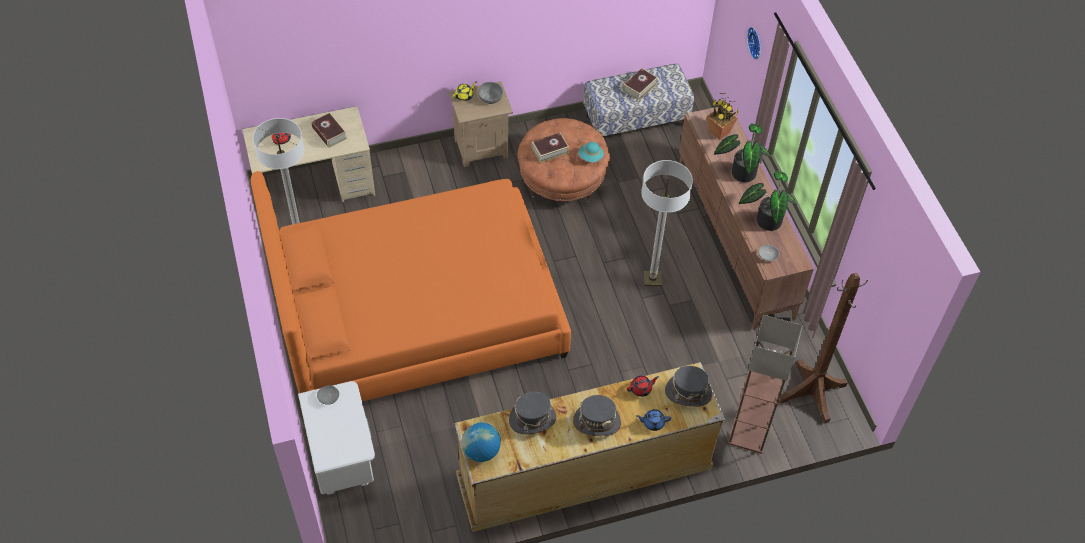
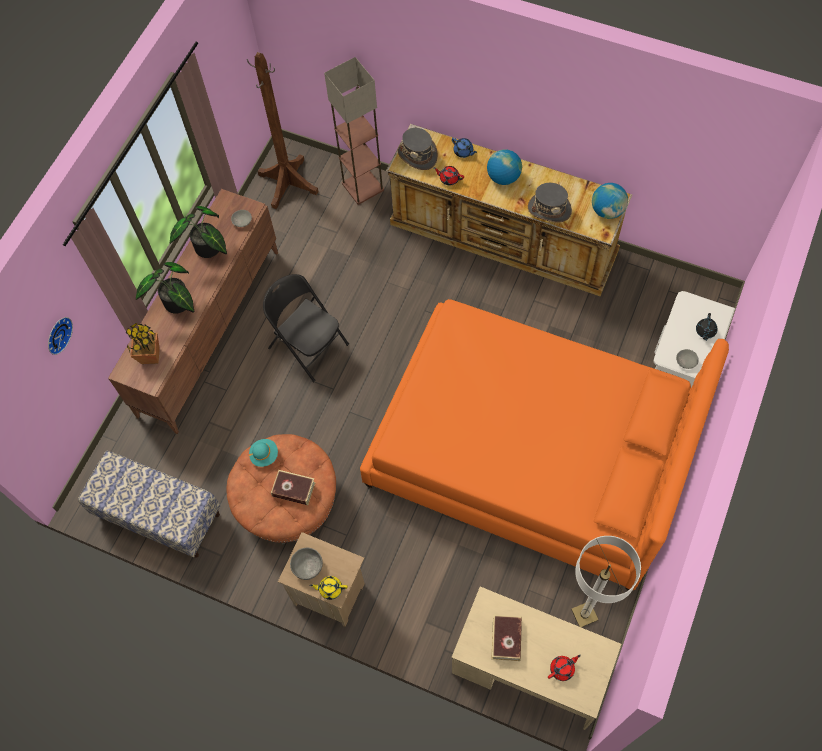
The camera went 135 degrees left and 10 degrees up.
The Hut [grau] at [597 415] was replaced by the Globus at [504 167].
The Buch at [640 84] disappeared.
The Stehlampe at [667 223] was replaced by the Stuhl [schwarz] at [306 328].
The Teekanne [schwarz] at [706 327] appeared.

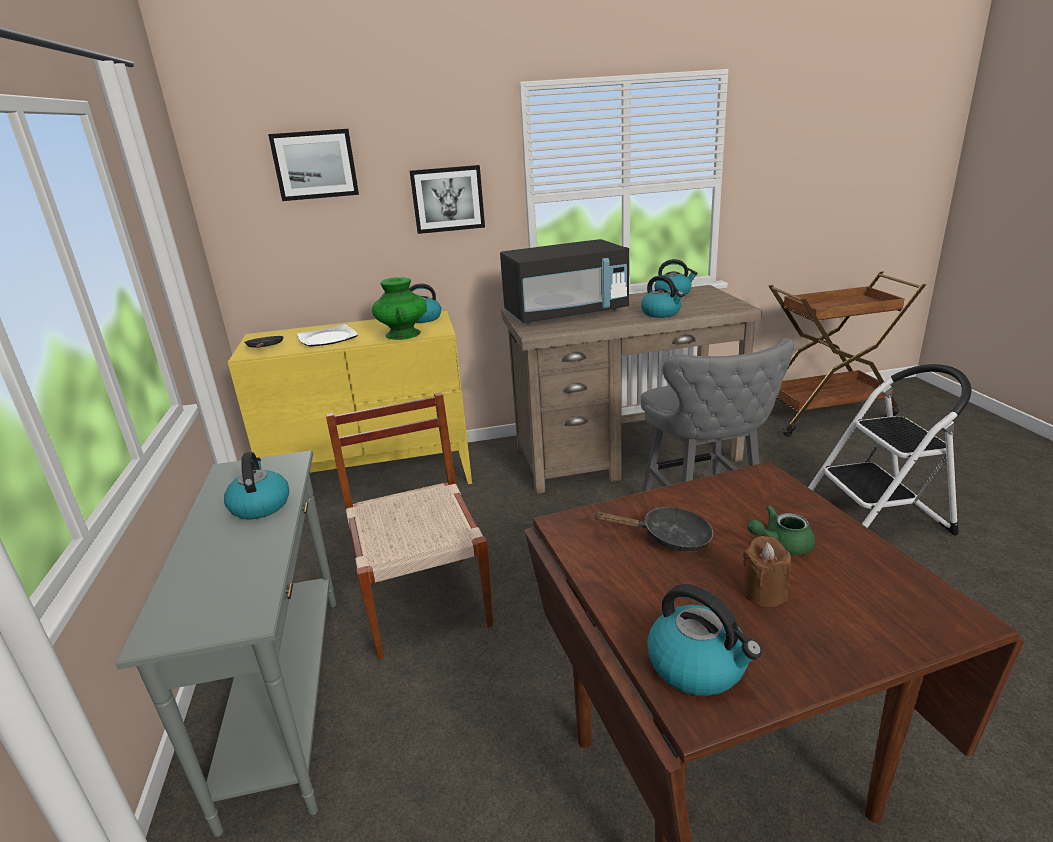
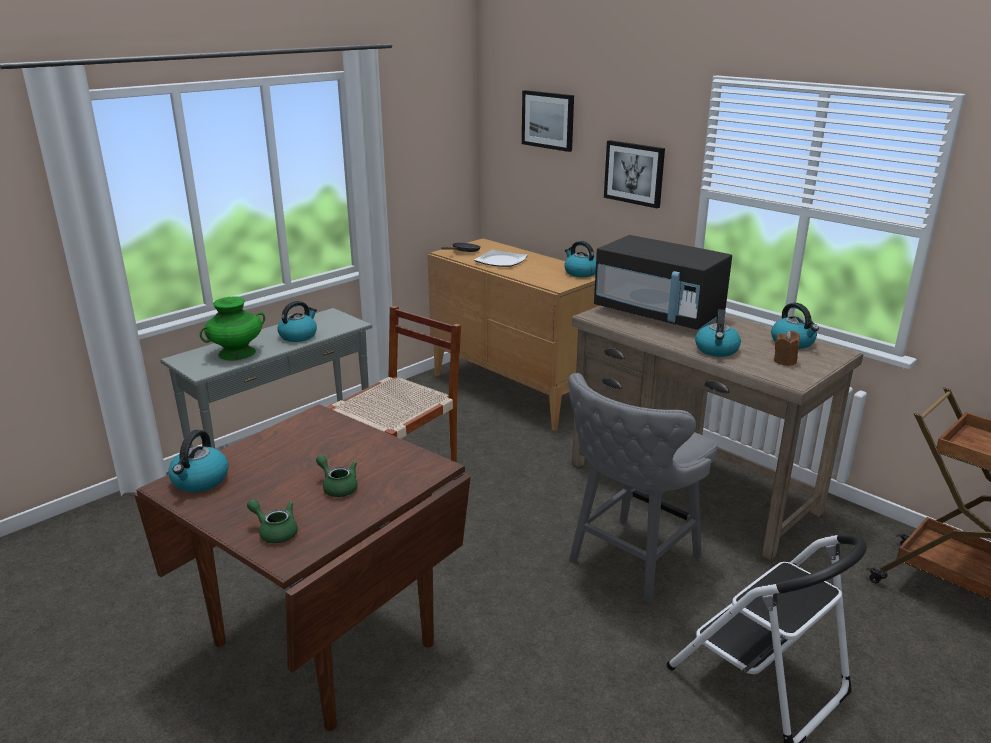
The camera went 55 degrees right and 0 degrees up.
The Schrank [gelb] at [350 397] became the Schrank [braun] at [513 334].
The Vase [grün] moved from [399 308] to [232 328].
The Pfanne [schwarz] at [653 529] disappeared.
The Kerze [braun] moved from [767 571] to [787 348].
The Teekanne [grün] at [272 521] appeared.

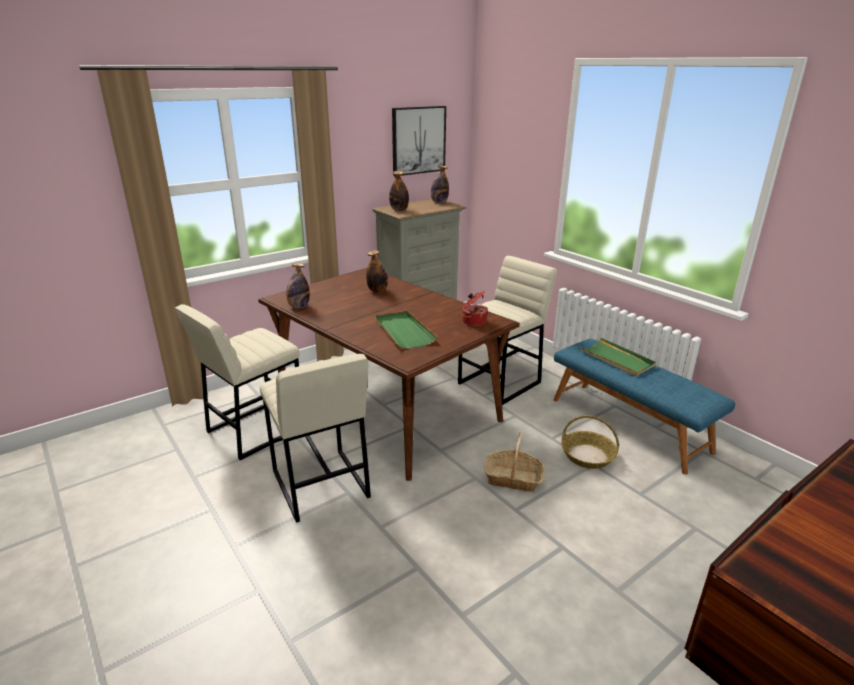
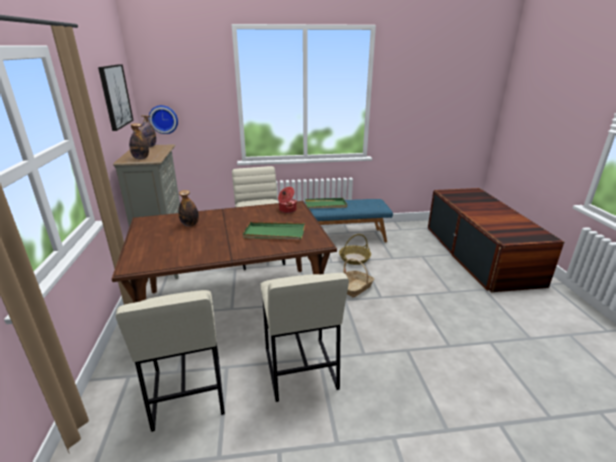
The camera went 60 degrees left and 0 degrees up.
The Stuhl [beige] at [315 438] turned 75 degrees clockwise.
The Flasche at [298 285] disappeared.
The Wanduhr at [163 119] appeared.

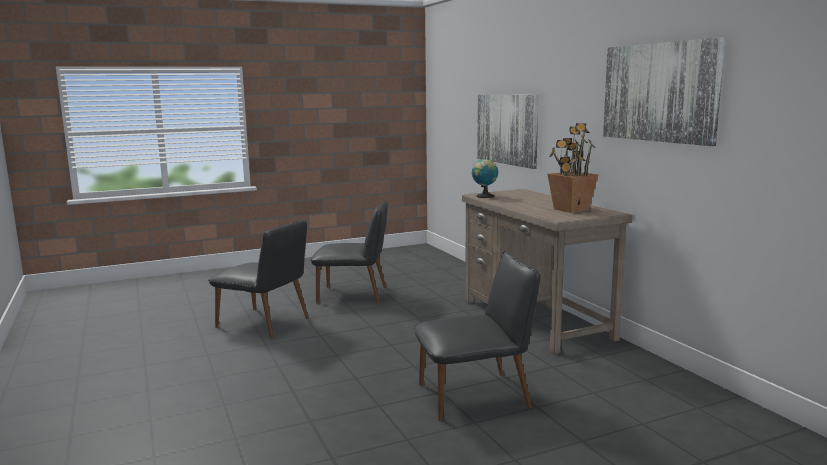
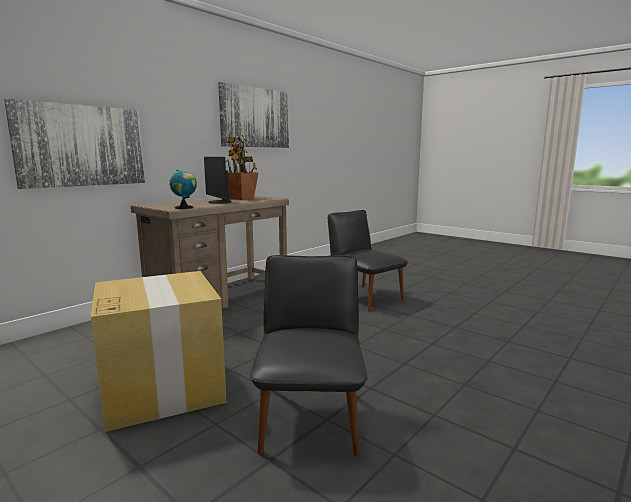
The camera went 115 degrees left and 0 degrees up.
The Stuhl [schwarz] at [349 252] was replaced by the Karton at [159 351].
The Monitor at [217 180] appeared.

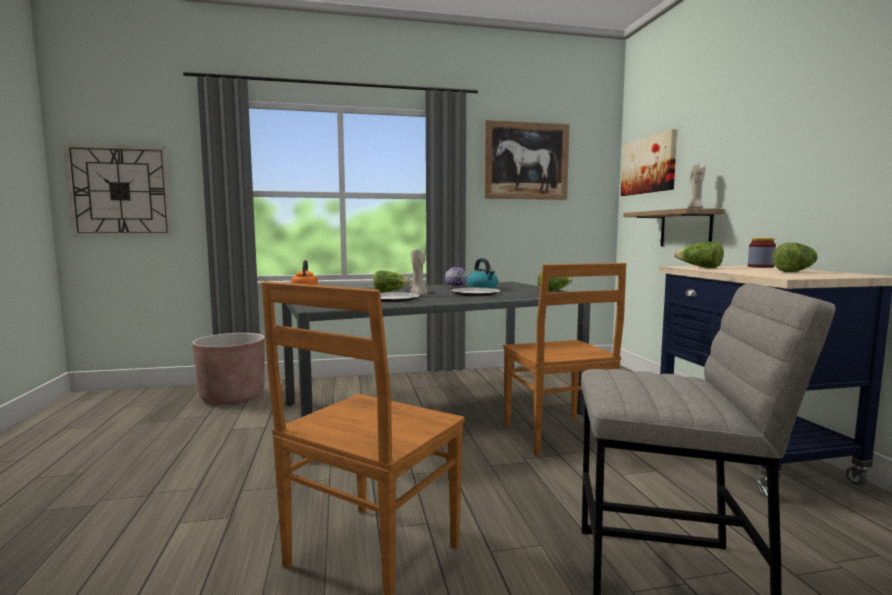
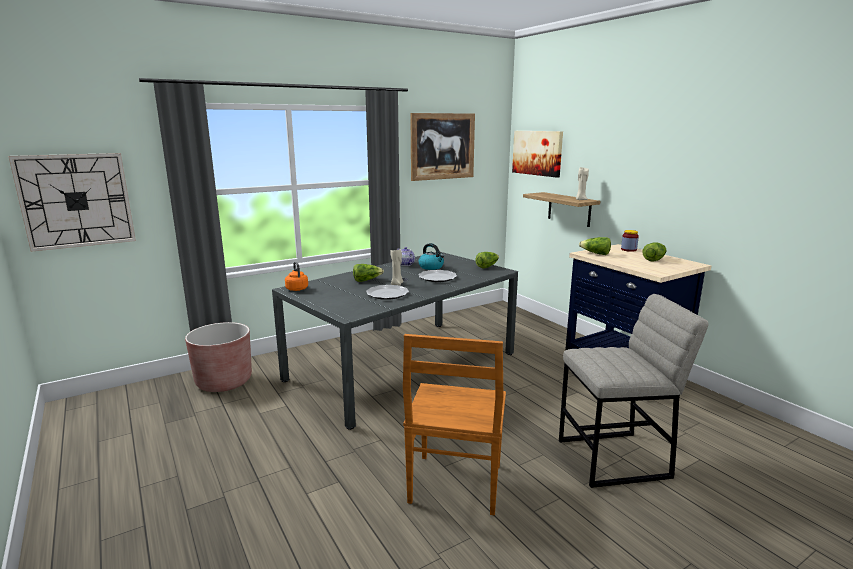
The camera went 20 degrees left and 10 degrees up.
The Stuhl [braun] at [564 359] disappeared.

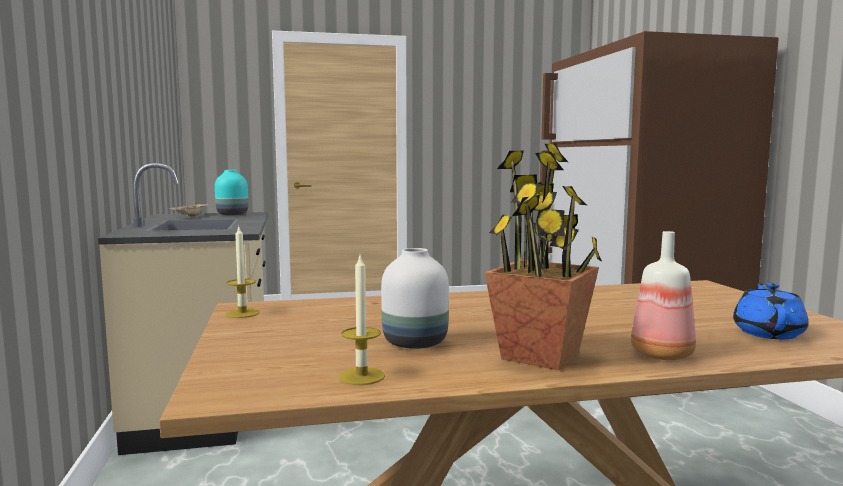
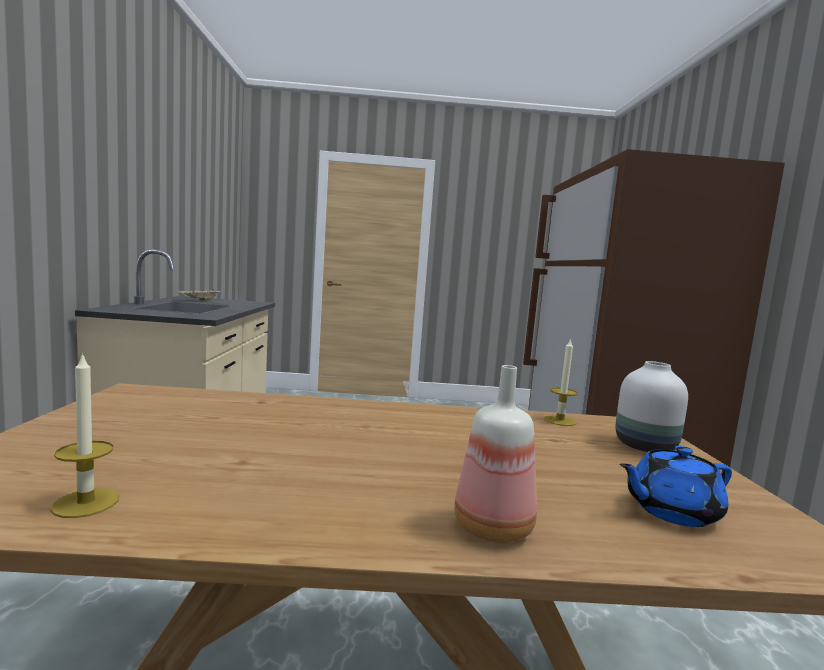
The camera went 10 degrees right and 0 degrees up.
The Vase [türkis] at [231 192] disappeared.
The Kerze moved from [242 272] to [561 382].
The Vase [weiß] moved from [415 298] to [652 406].
The Topfpflanze at [543 256] disappeared.
The Teekanne [blau] at [770 311] turned 135 degrees counterclockwise.

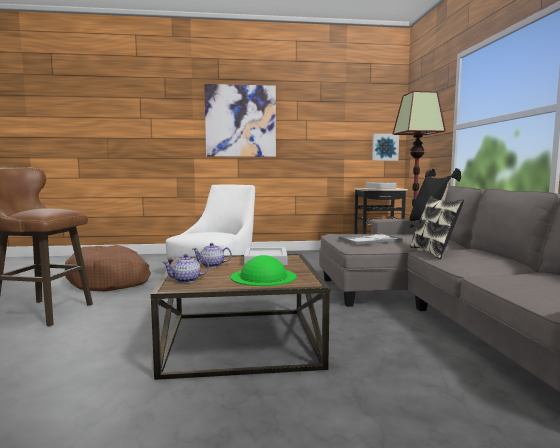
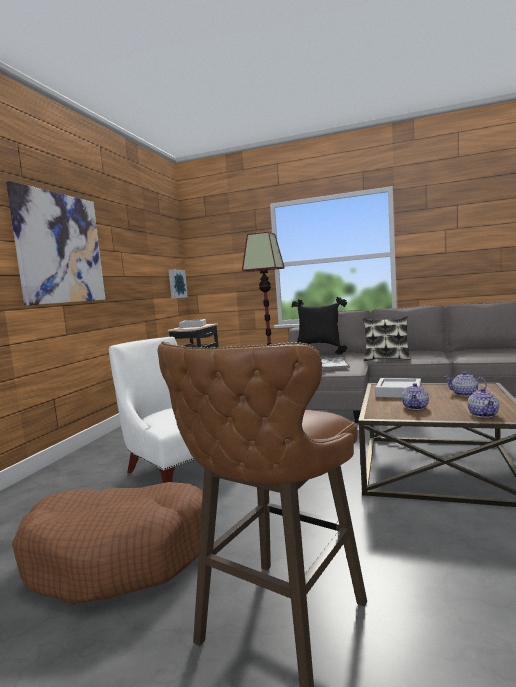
The camera went 65 degrees left and 0 degrees up.
The Hut [grün] at [263 270] was replaced by the Teekanne at [465 384].

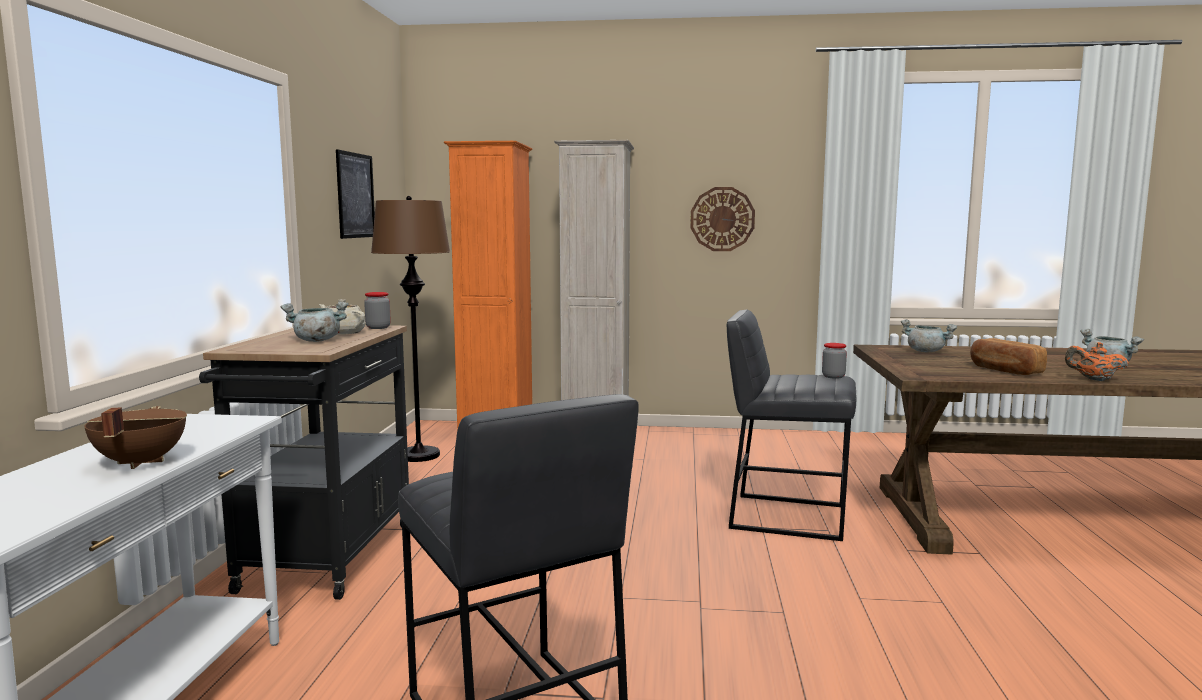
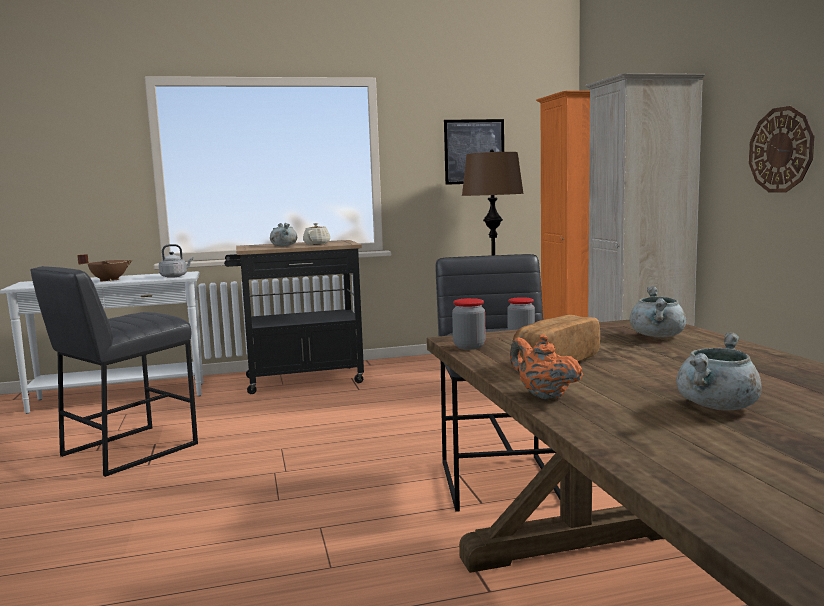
The camera went 70 degrees right and 0 degrees up.
The Vorratsglas moved from [377 310] to [469 324].
The Teekanne [orange] at [1097 361] turned 45 degrees counterclockwise.
The Wasserkessel [grau] at [176 261] appeared.

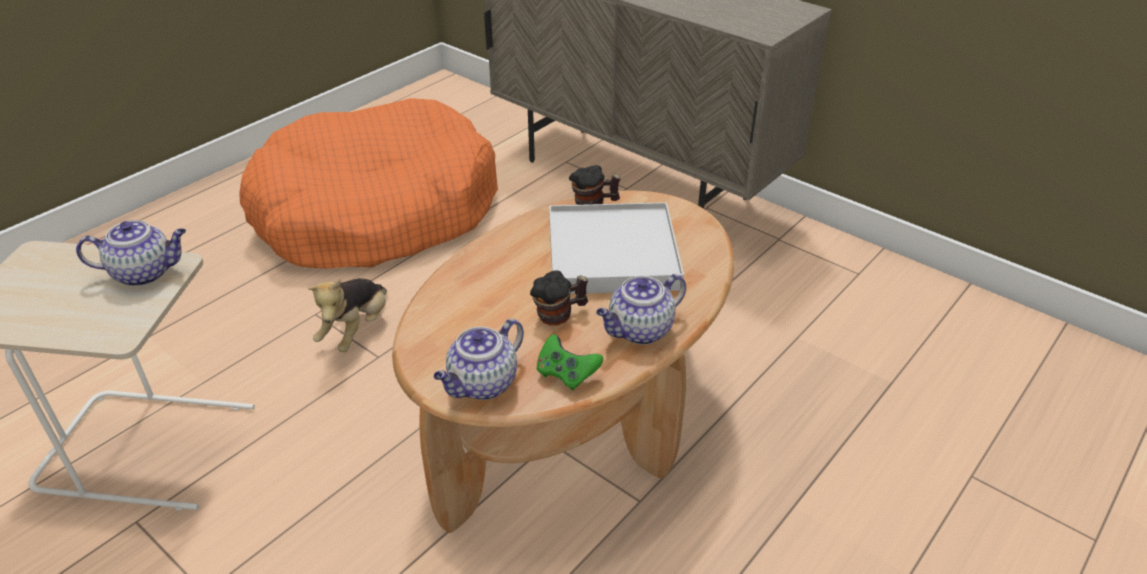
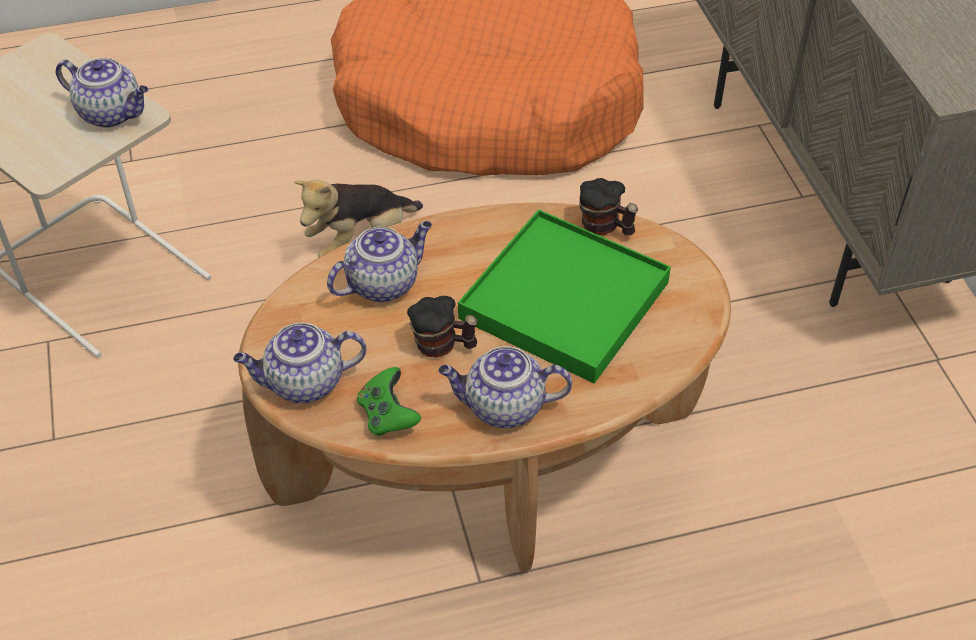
The camera went 35 degrees right and 10 degrees up.
The Tablett [weiß] at [616 248] became the Tablett [grün] at [564 296].
The Teekanne at [379 262] appeared.

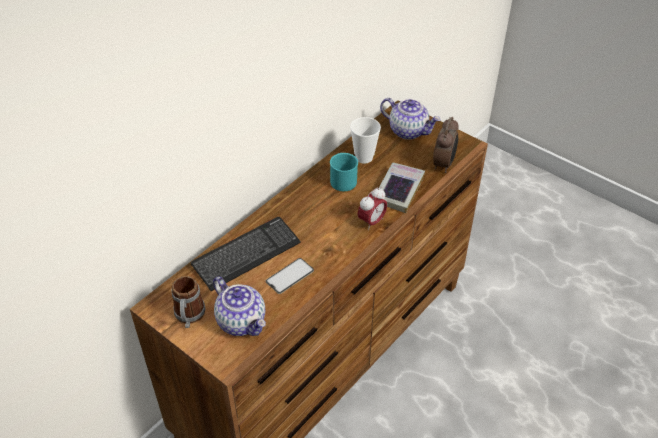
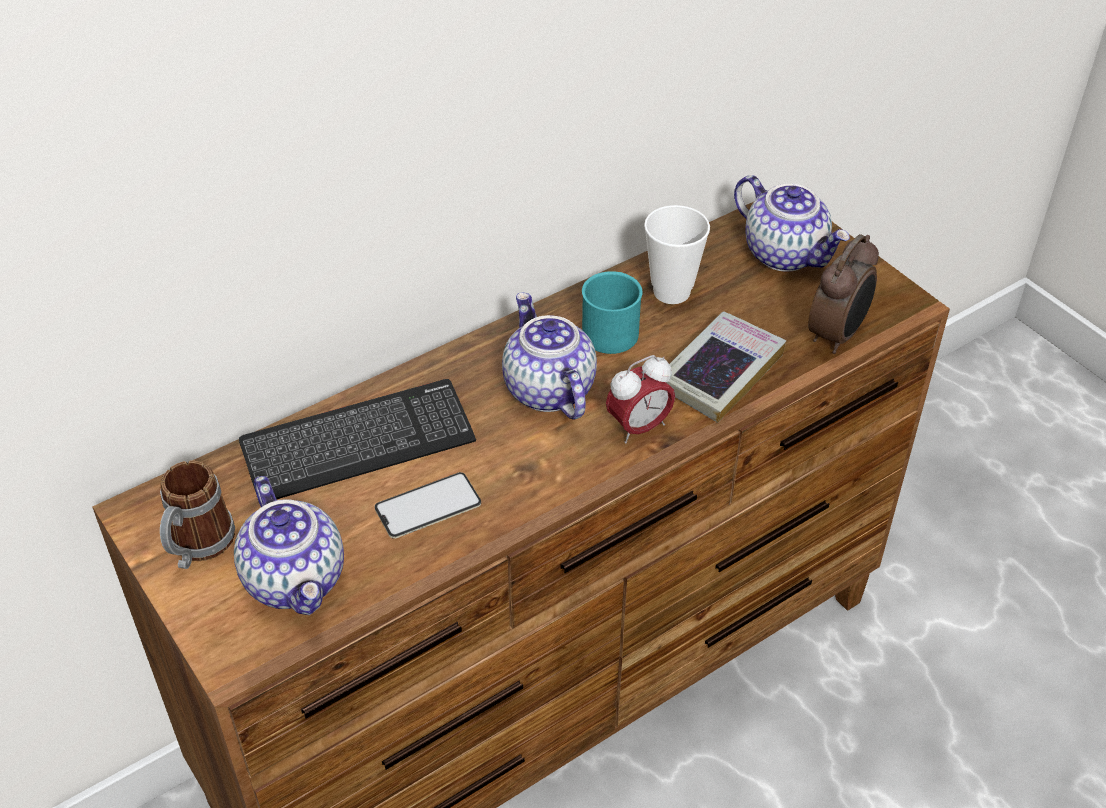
The camera went 15 degrees right and 0 degrees up.
The Teekanne at [549 356] appeared.

